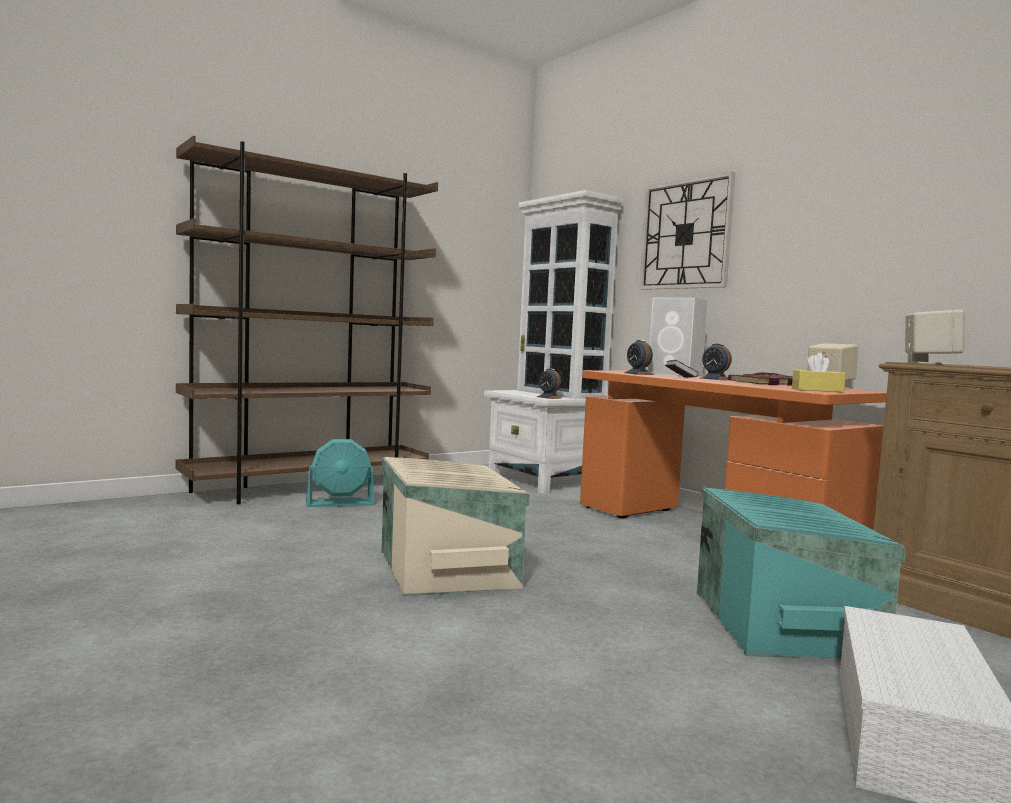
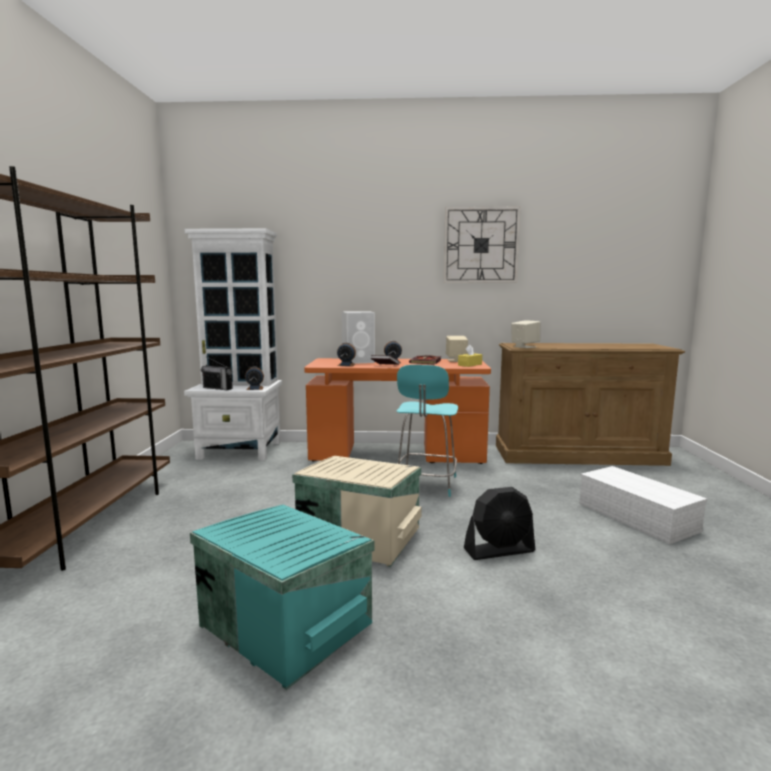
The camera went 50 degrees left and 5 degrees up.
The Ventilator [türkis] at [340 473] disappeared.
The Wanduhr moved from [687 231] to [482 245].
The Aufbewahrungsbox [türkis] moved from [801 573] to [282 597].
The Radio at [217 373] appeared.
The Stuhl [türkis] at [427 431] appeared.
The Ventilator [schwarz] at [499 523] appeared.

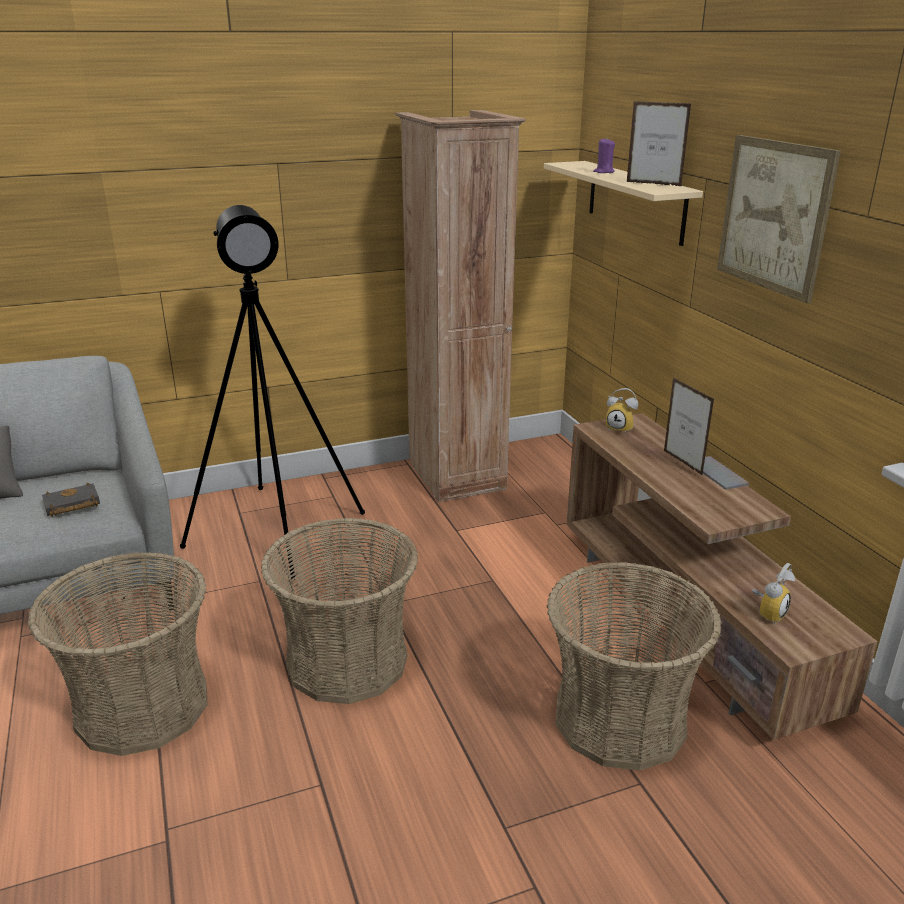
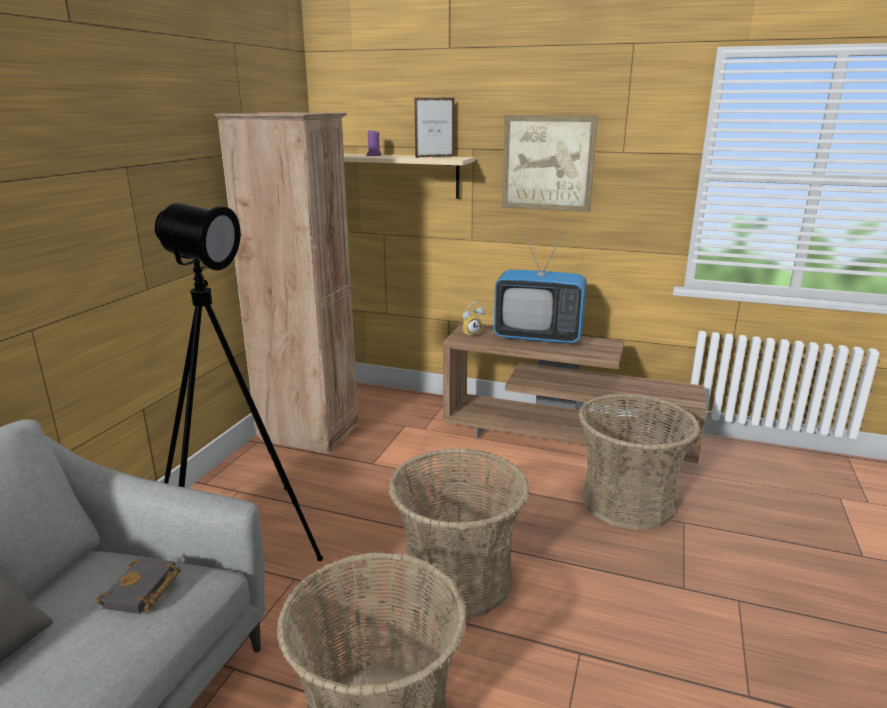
The camera went 50 degrees left and 5 degrees down.
The Bilderrahmen at [689 427] was replaced by the Fernseher at [540 287].
The Wecker at [773 594] disappeared.

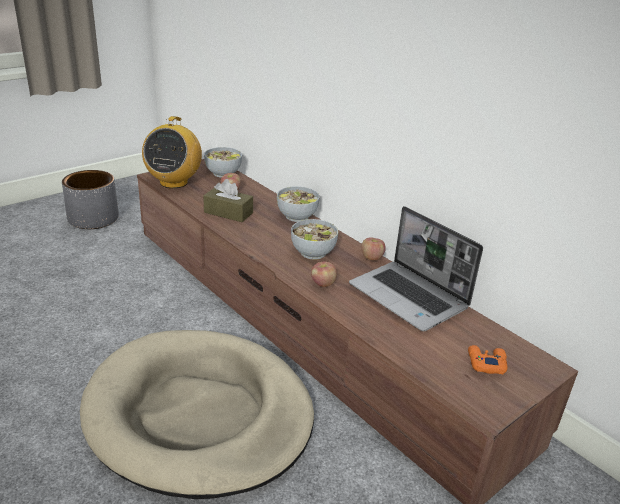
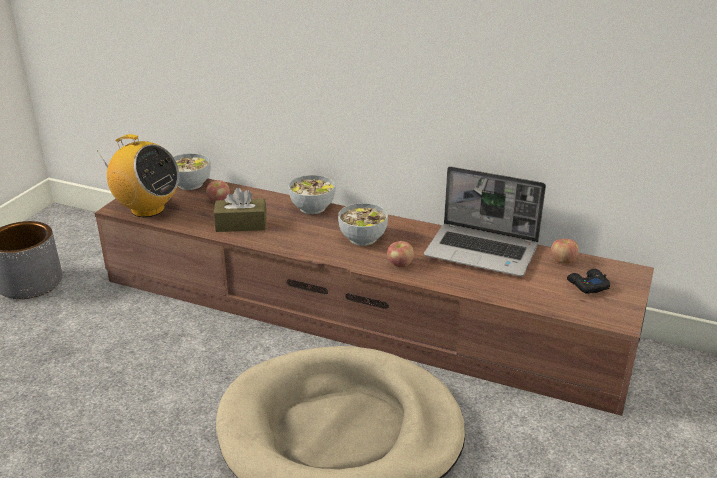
The camera went 25 degrees left and 0 degrees up.
The Radio at [172 152] turned 45 degrees counterclockwise.
The Apfel moved from [373 248] to [565 251].
The Gamepad [orange] at [487 359] became the Gamepad [schwarz] at [588 281].

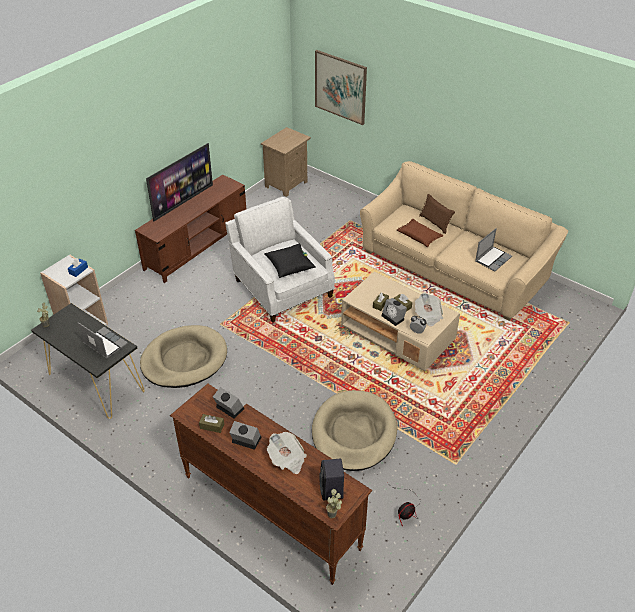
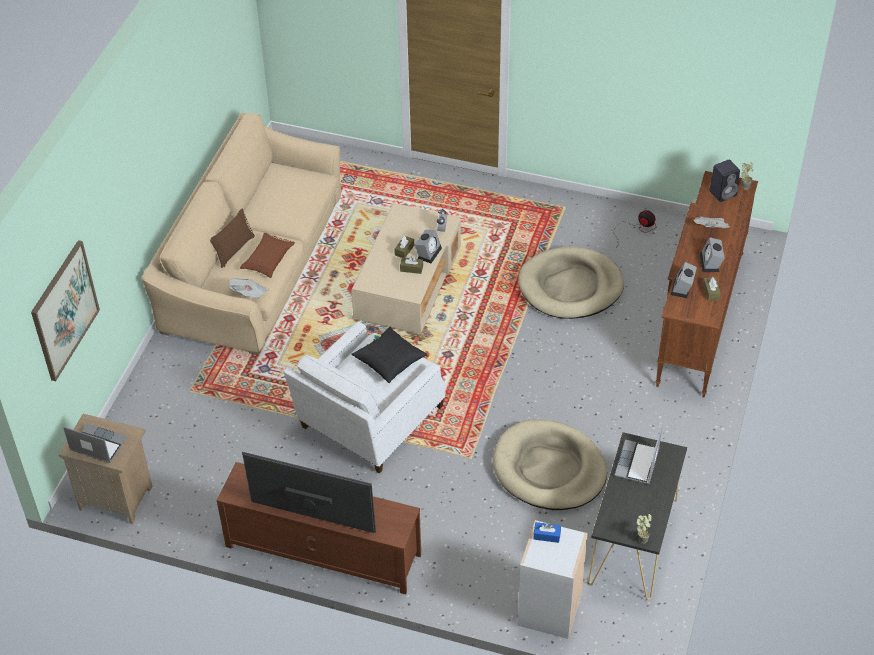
The camera went 110 degrees left and 5 degrees up.
The Zeitung moved from [429 310] to [249 288].
The Laptop moved from [493 249] to [95 443].

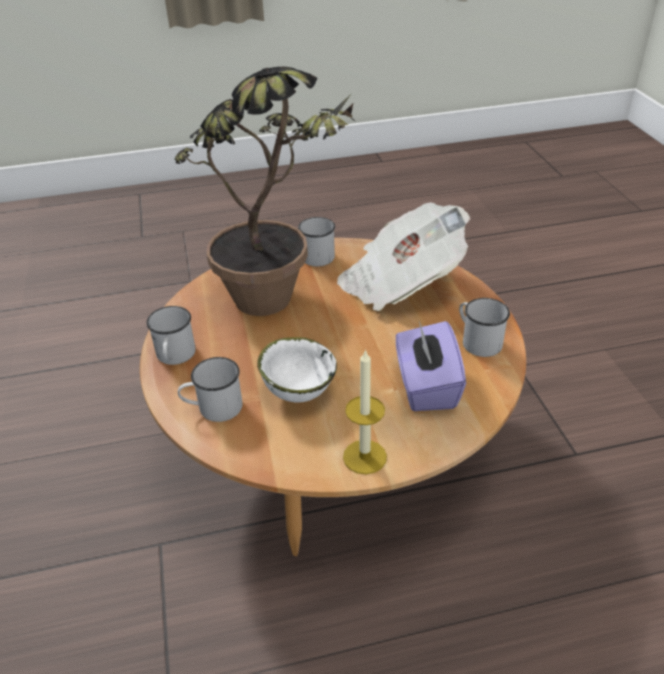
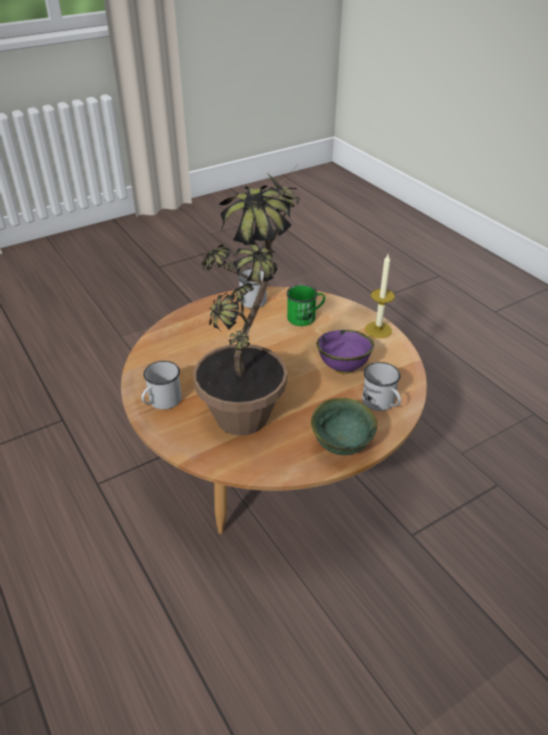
The camera went 110 degrees left and 0 degrees up.
The Henkelbecher [weiß] at [171 335] was replaced by the Schüssel [grün] at [344 426].
The Schüssel [weiß] at [297 369] became the Schüssel [lila] at [345 352].
The Zeitung at [403 256] disappeared.
The Taschentuchbox [lila] at [431 366] was replaced by the Henkelbecher [grün] at [305 305].

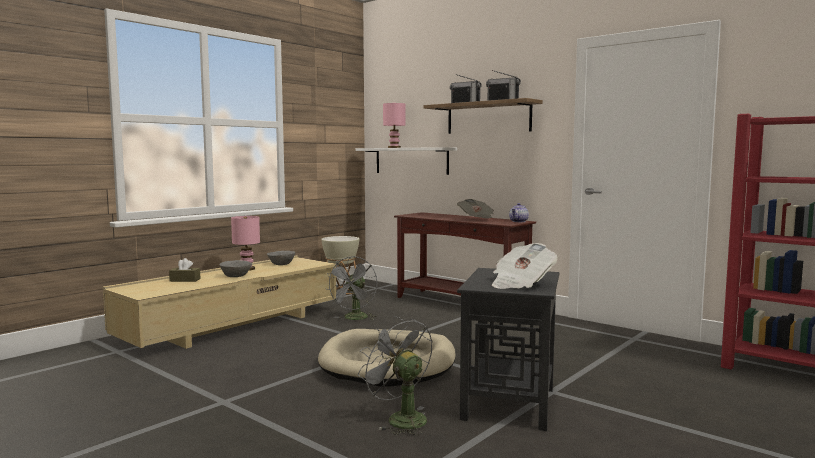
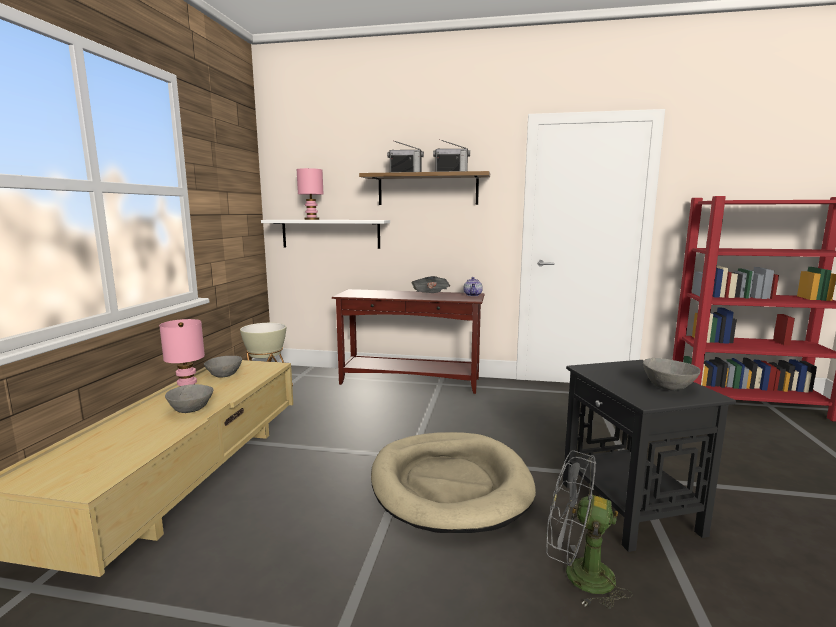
The camera went 30 degrees left and 5 degrees up.
The Taschentuchbox [braun] at [185 270] disappeared.
The Ventilator [grau] at [352 288] disappeared.
The Zeitung at [525 266] was replaced by the Schüssel [grau] at [672 374].

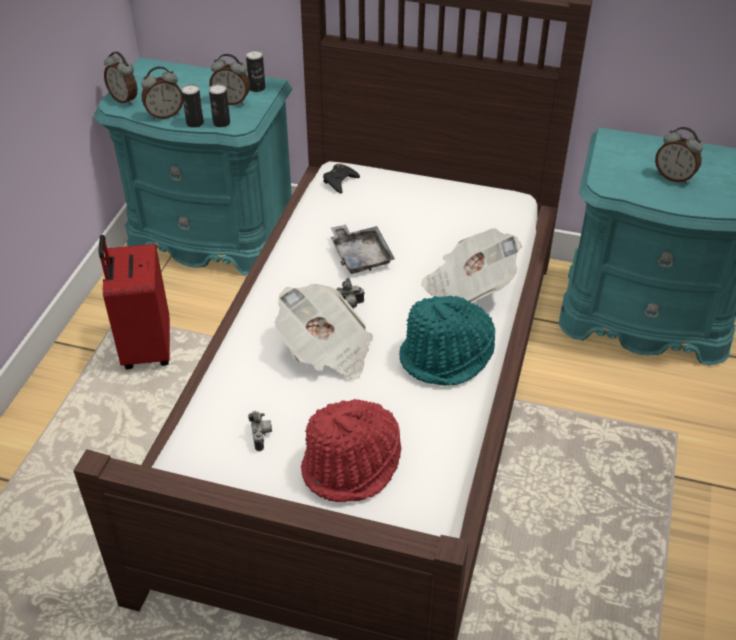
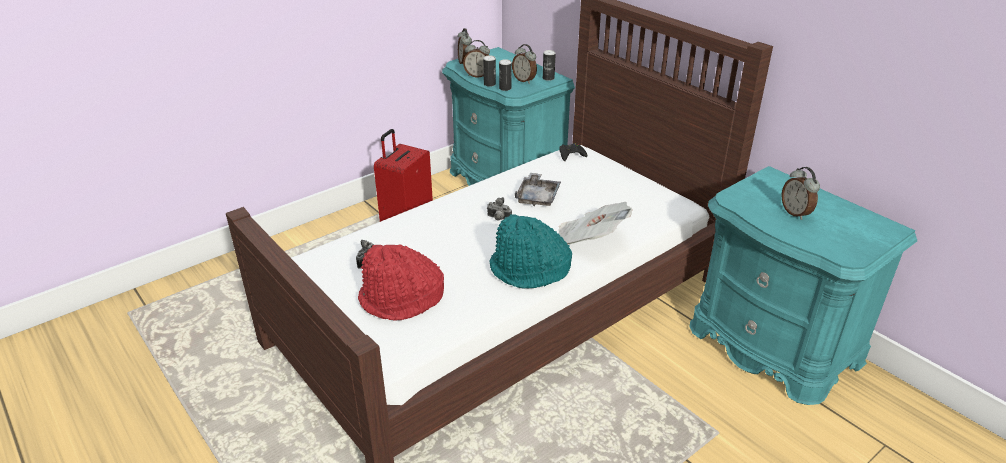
The camera went 35 degrees right and 10 degrees down.
The Zeitung at [324 332] disappeared.

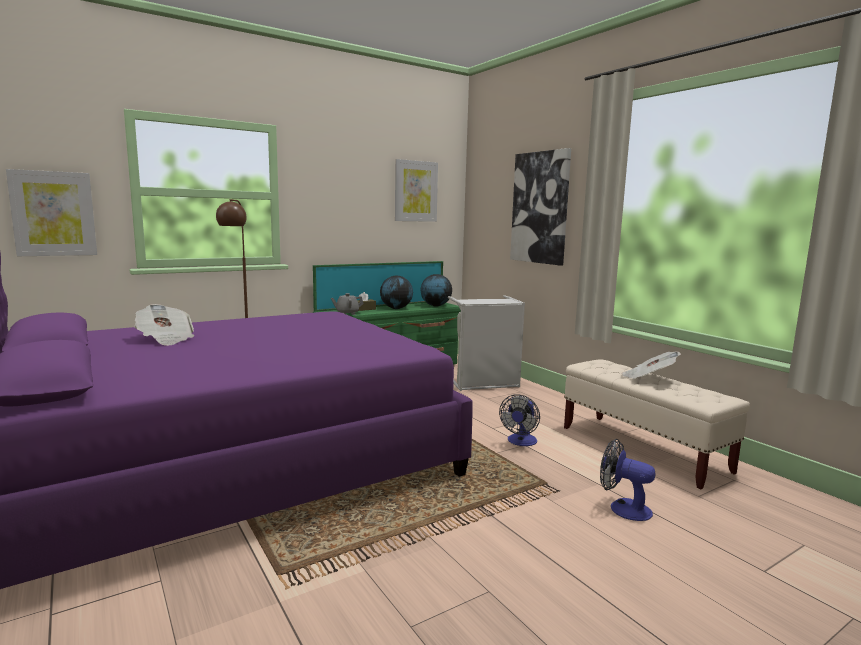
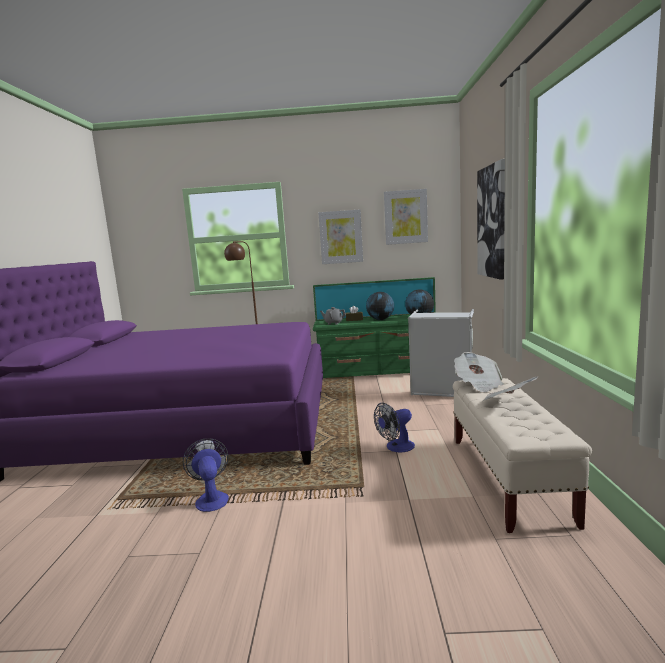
The camera went 35 degrees right and 0 degrees up.
The Bild moved from [51 212] to [340 237].
The Zeitung moved from [164 325] to [479 372].
The Ventilator moved from [628 480] to [206 475].

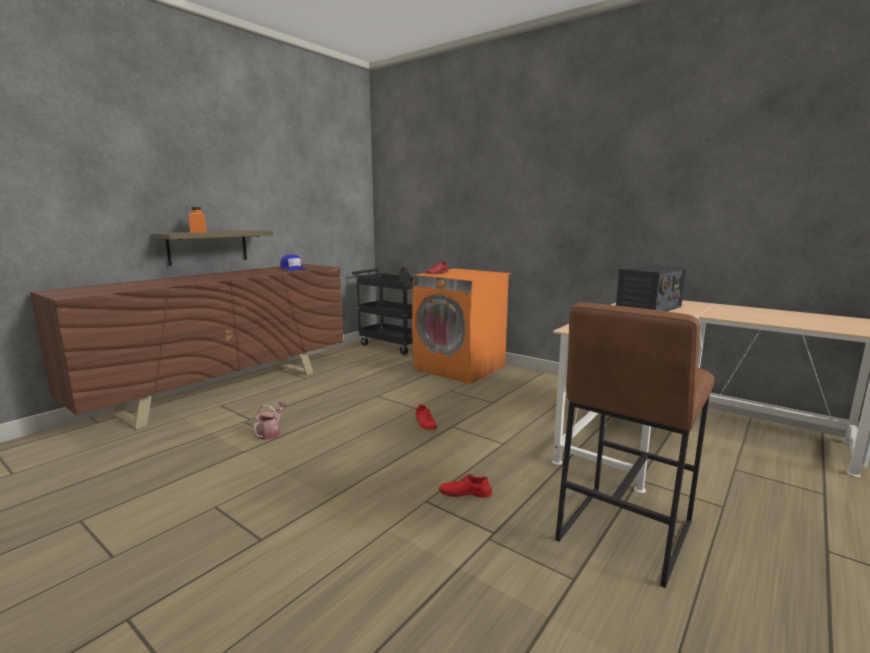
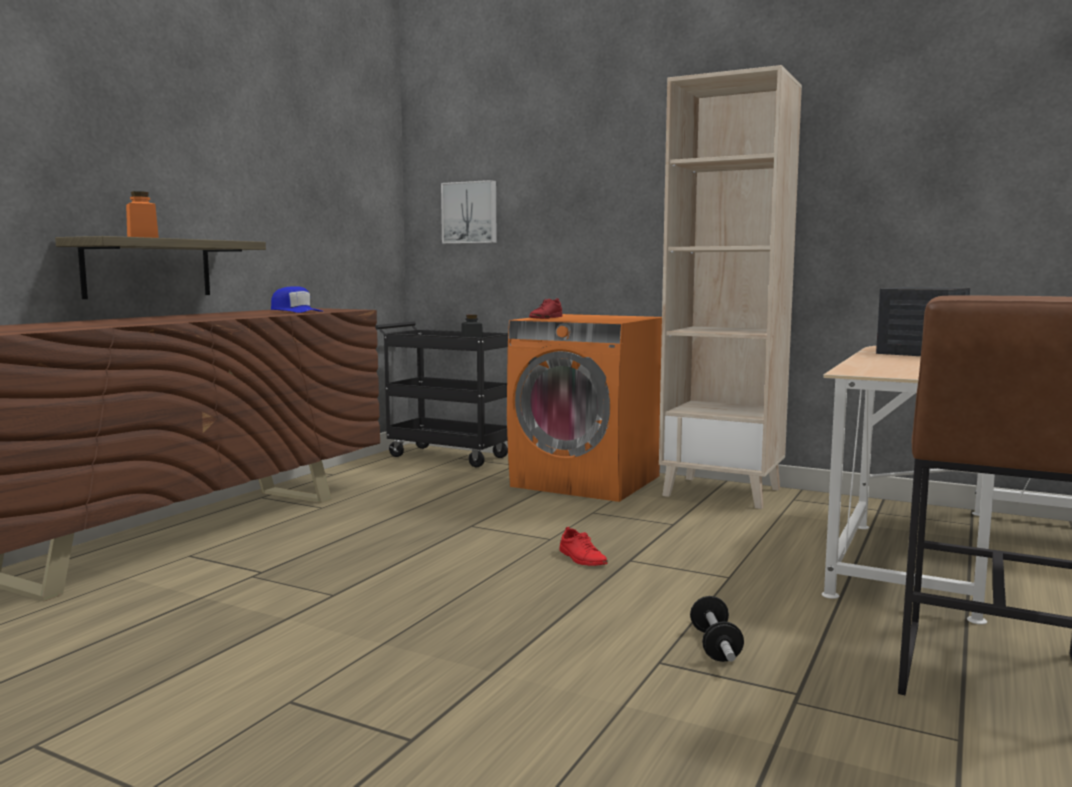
The camera went 10 degrees left and 5 degrees down.
The Gießkanne at [270 421] disappeared.
The Schuh [rot] at [465 486] was replaced by the Hantel at [717 629].
The Bild at [469 212] appeared.
The Bücherregal [beige] at [730 287] appeared.

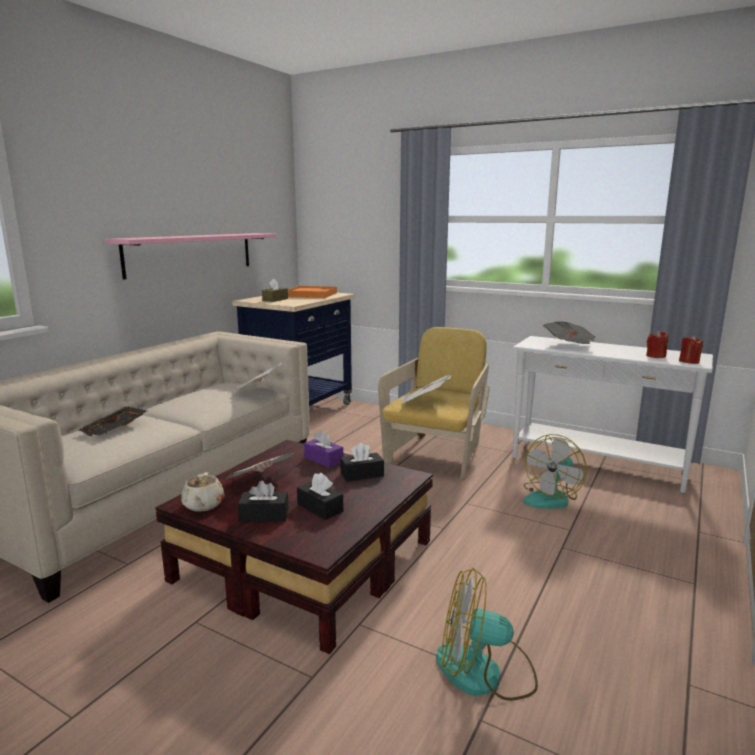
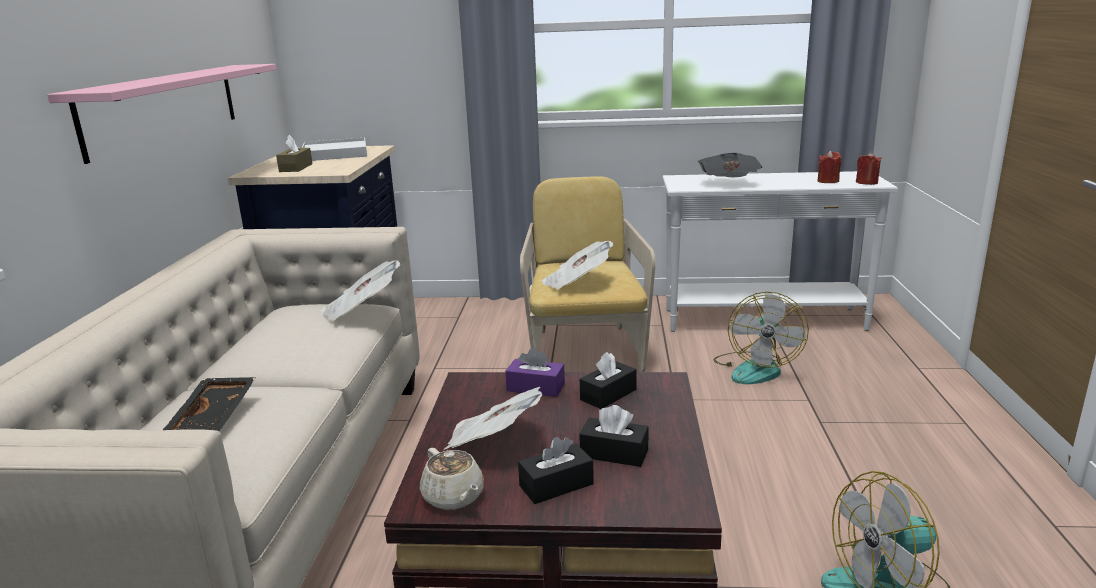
The camera went 25 degrees left and 5 degrees up.
The Tablett [orange] at [312 292] became the Tablett [weiß] at [334 149].

